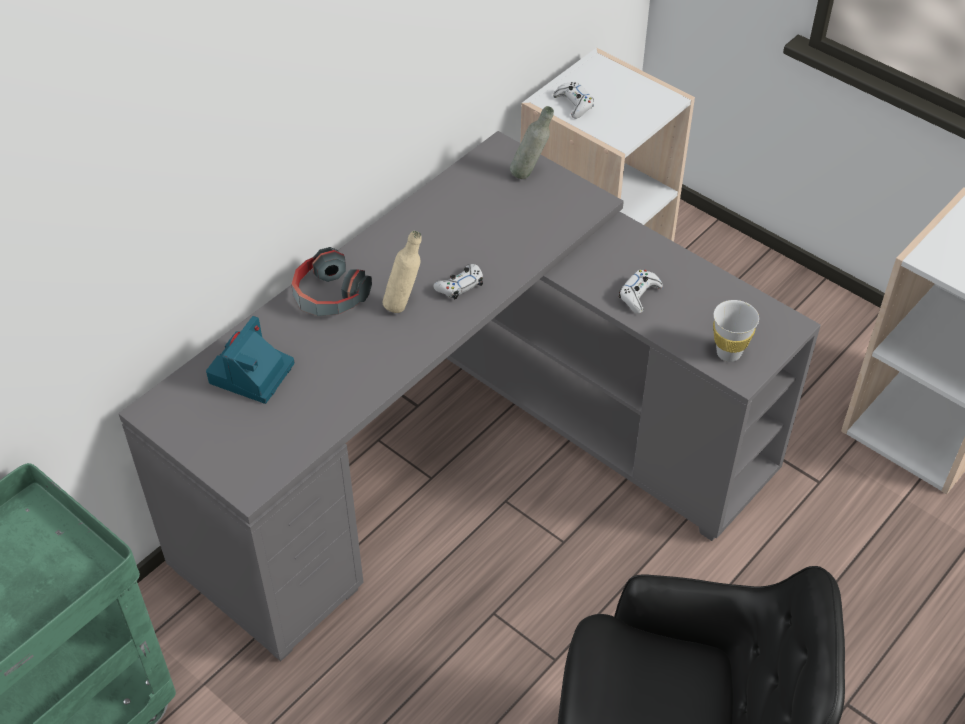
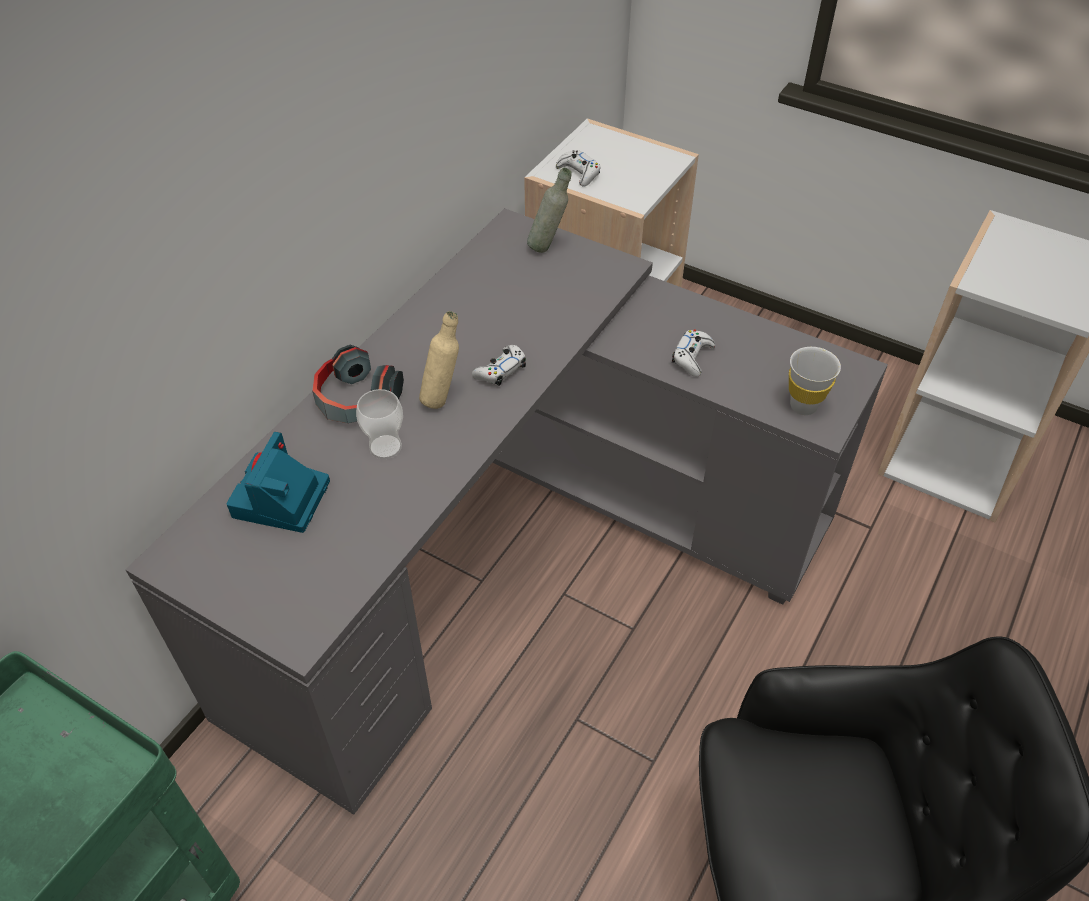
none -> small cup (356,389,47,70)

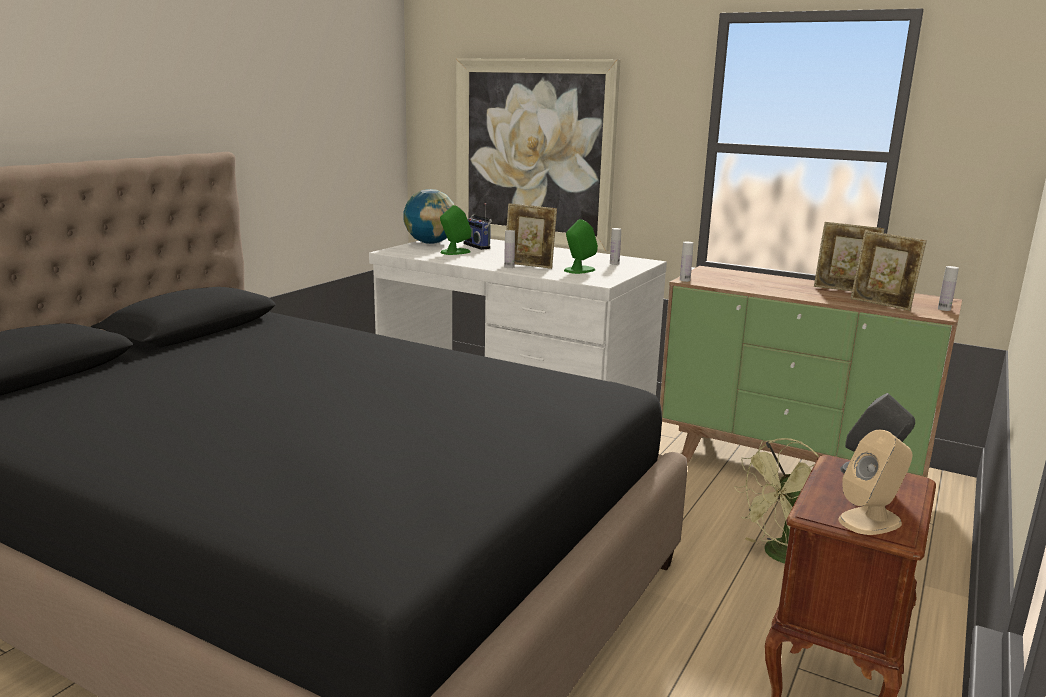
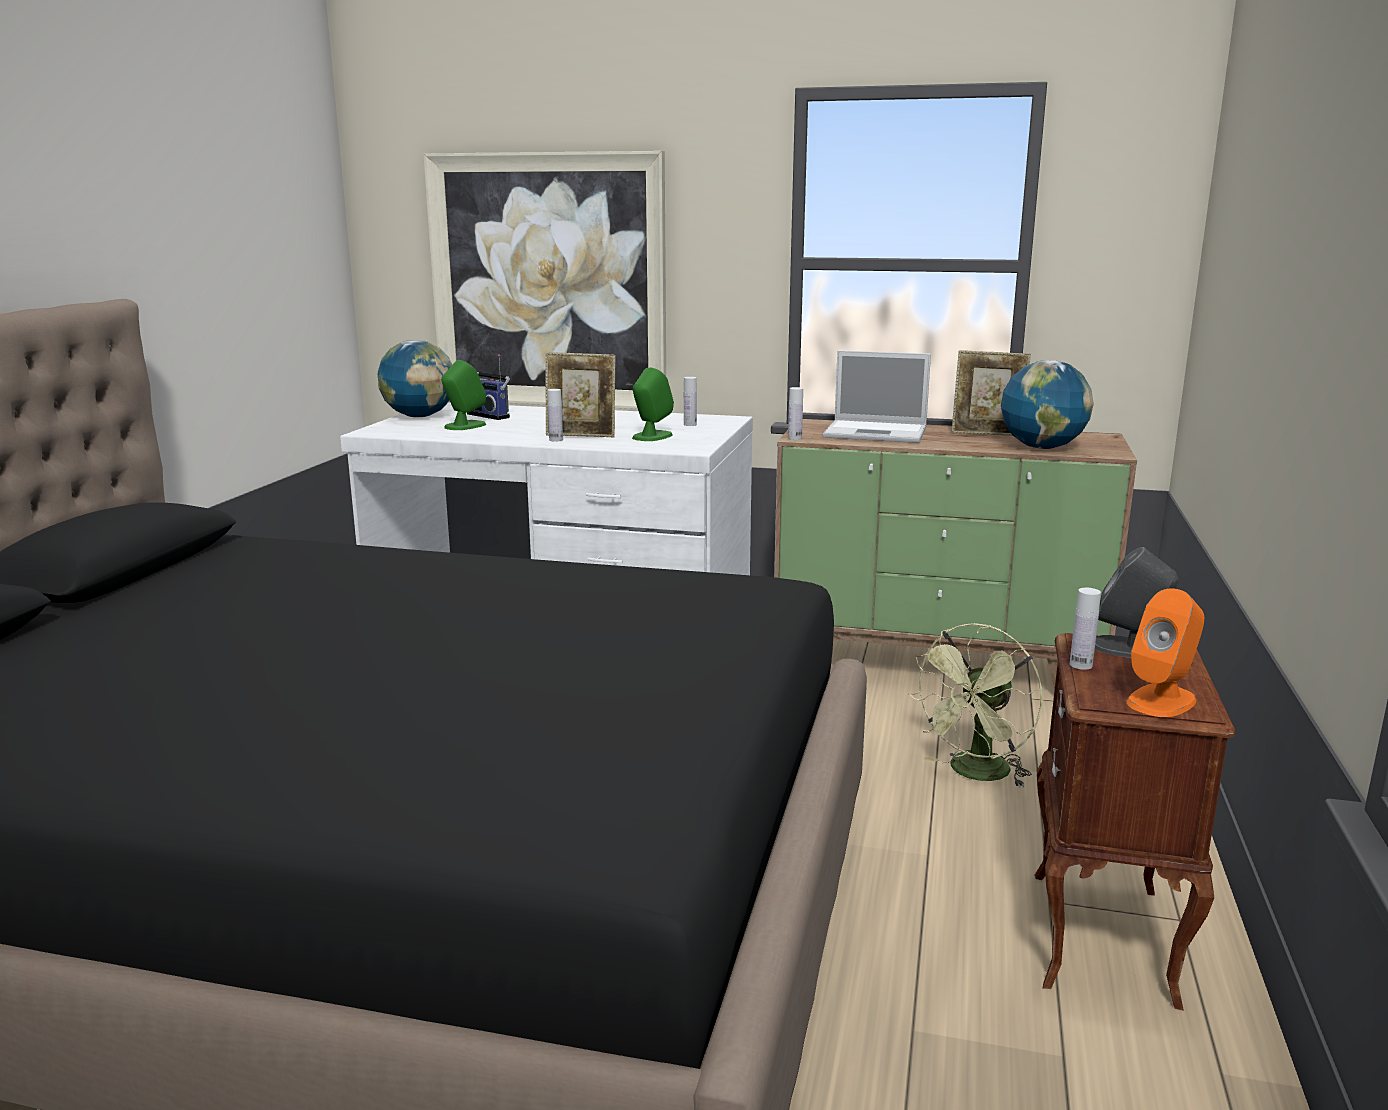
none -> laptop (823,350,108,93)
drink bottle/white (938,266,21,45) -> drink bottle/white (1070,588,31,82), relocated
standing frame (851,231,76,80) -> desk globe (1001,360,93,89)
loudspeaker/sand-coloured (838,430,74,105) -> loudspeaker/orange-coloured (1127,588,77,129)

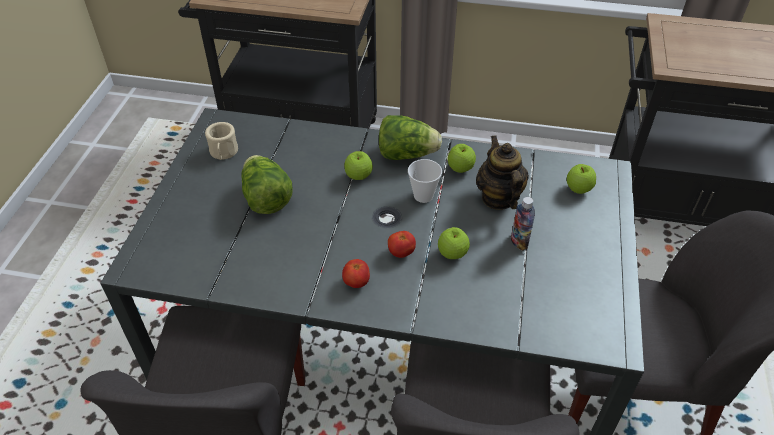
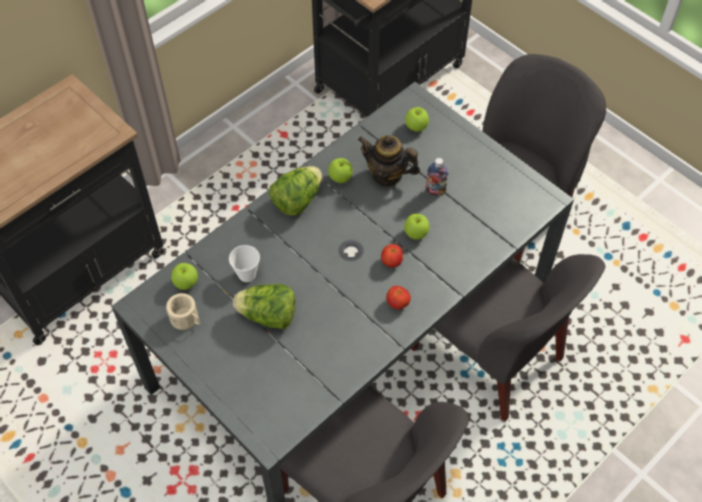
apple fruit (344,151,29,29) -> apple fruit (171,263,27,27), relocated
small cup (408,159,34,44) -> small cup (229,245,31,37), relocated

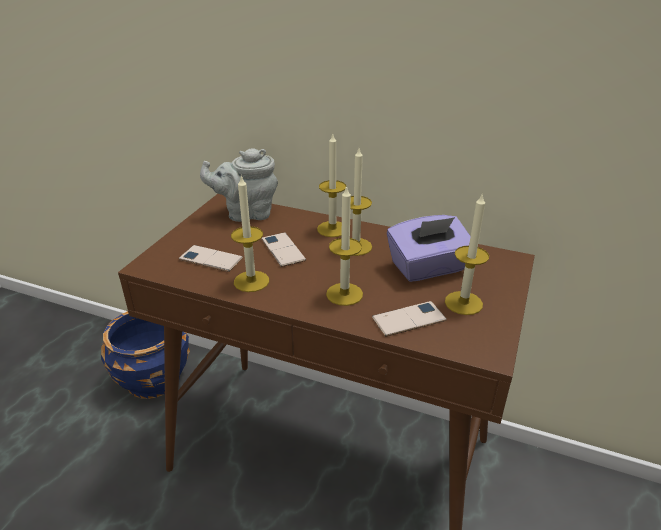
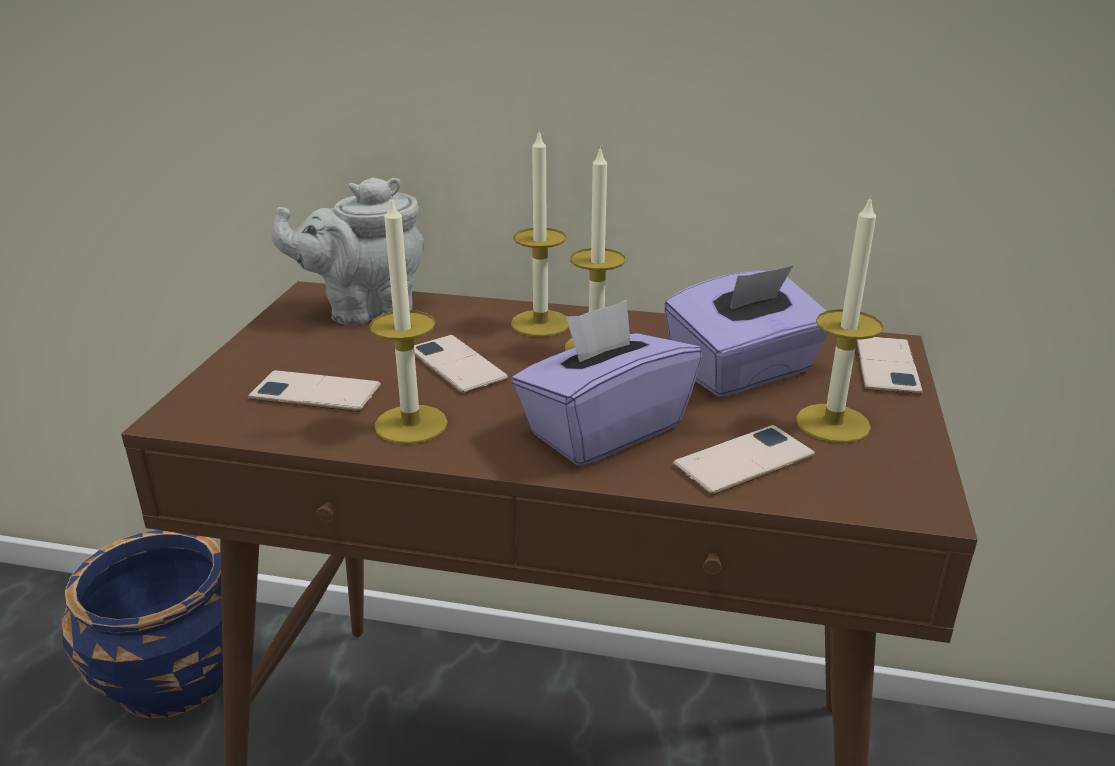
none -> phone (856,337,66,57)
candle (326,185,37,121) -> tissue box/purple-coloured (512,300,190,166)

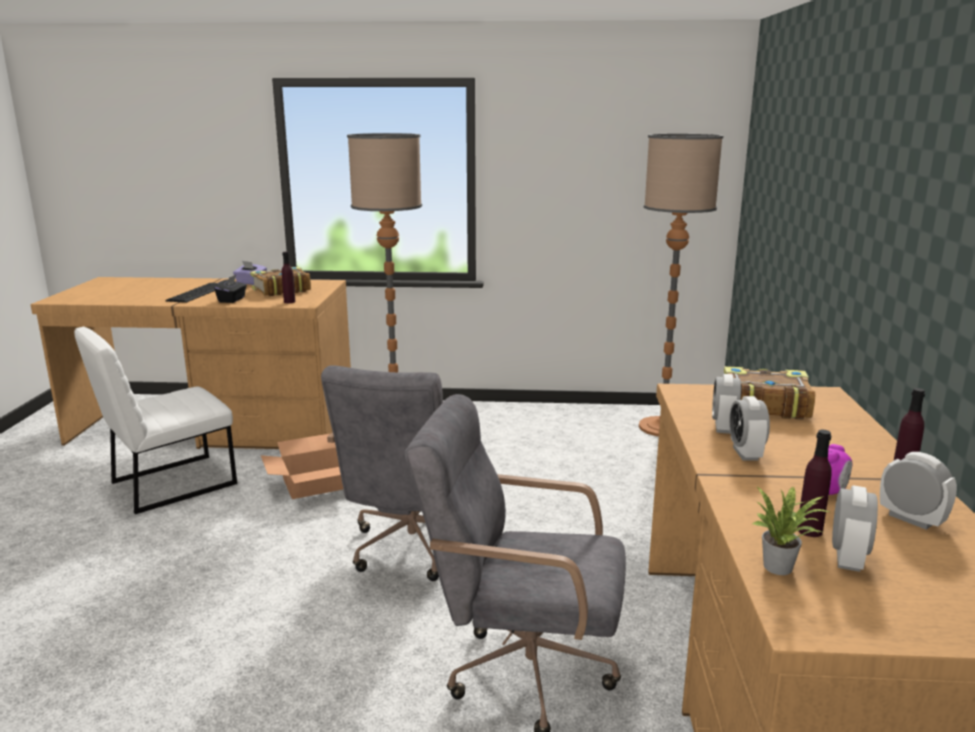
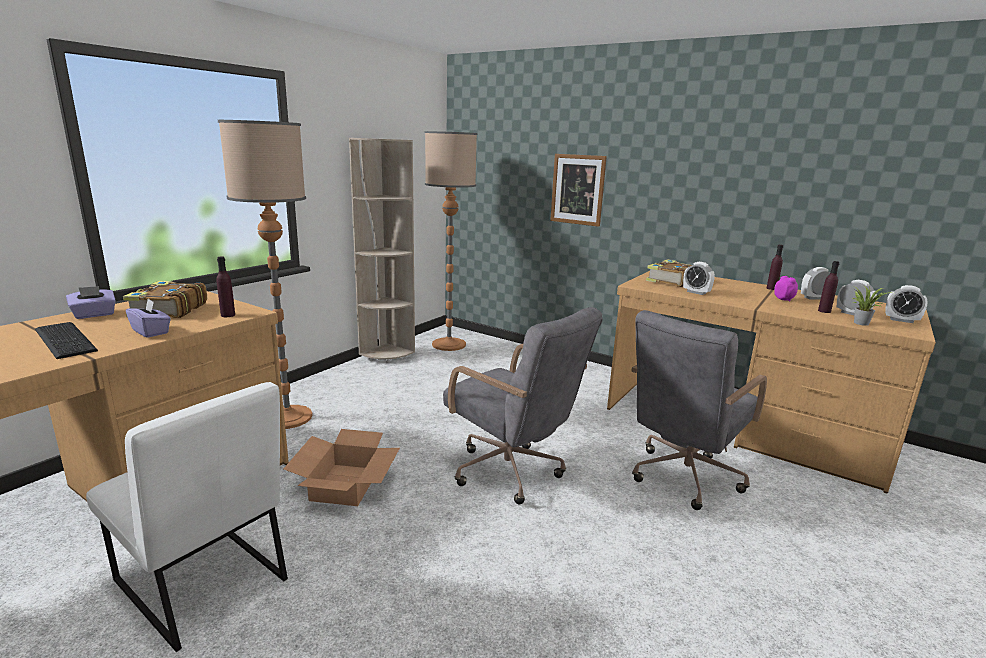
none -> shelving unit/sand-coloured (349,138,66,225)
none -> wall art (550,154,57,73)
table clock (729,396,41,65) -> table clock (885,285,43,38), relocated
tissue box/black-coloured (214,275,33,28) -> tissue box/purple-coloured (126,299,45,39)
upright chair/white (74,327,163,187) -> upright chair/white (86,382,202,270), 45 degrees counterclockwise

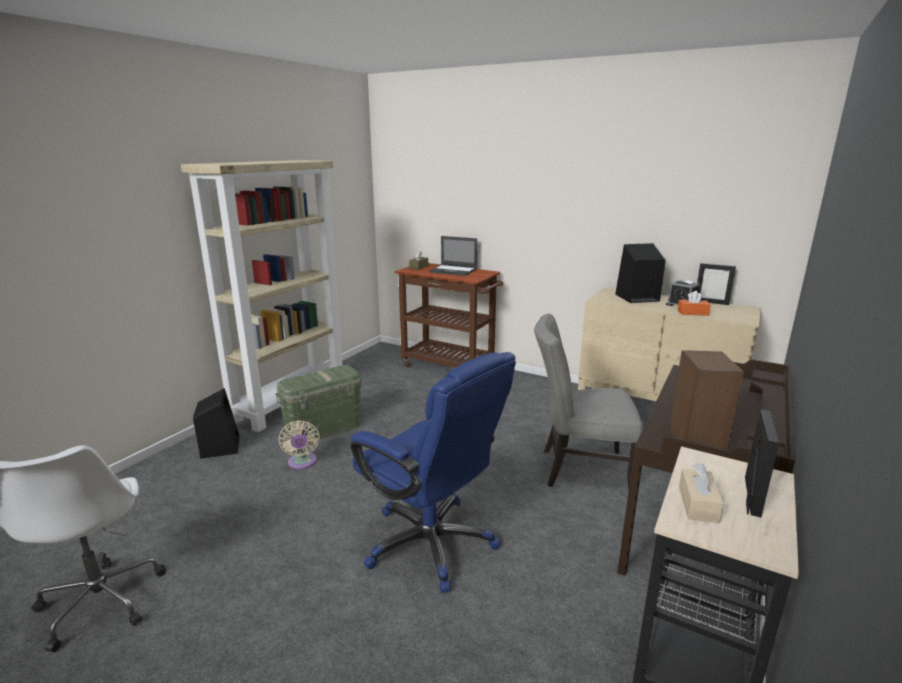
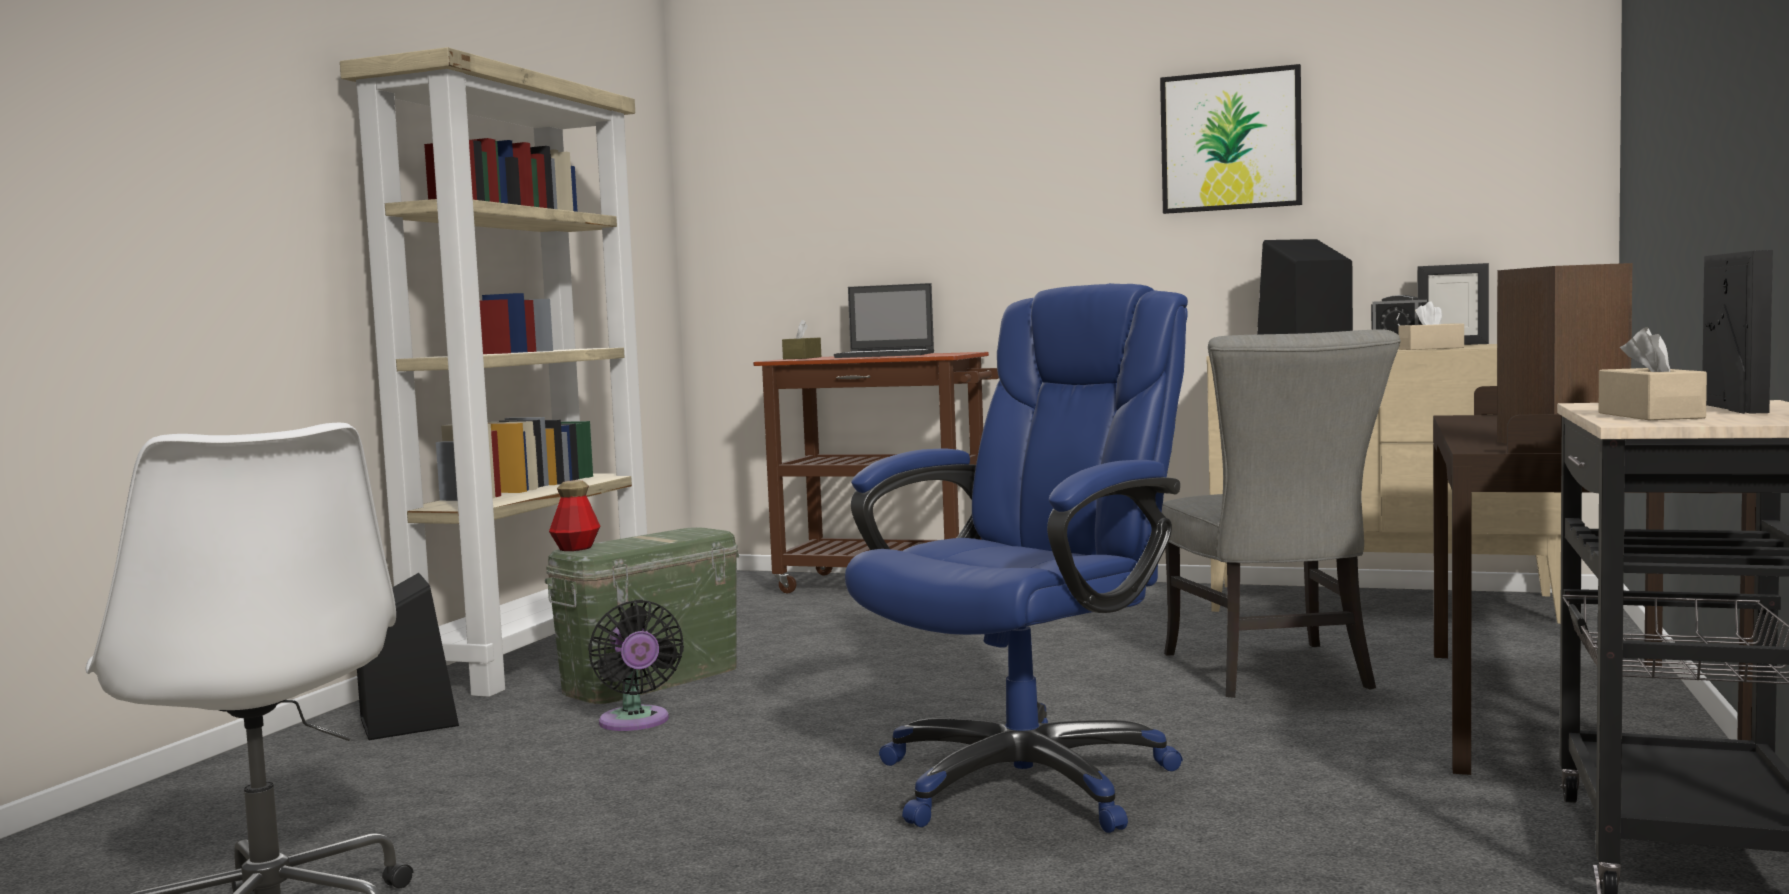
none -> drink bottle (549,480,51,71)
none -> wall art (1160,64,142,150)
cooling fan/sand-coloured (278,420,42,49) -> cooling fan/black-coloured (588,599,96,132)
tissue box/orange-coloured (678,291,33,25) -> tissue box/sand-coloured (1398,301,66,49)
desk chair/bluish (350,352,166,241) -> desk chair/bluish (845,283,343,550), 75 degrees counterclockwise
upright chair/gray (534,314,109,177) -> upright chair/gray (1162,329,239,369), 90 degrees counterclockwise

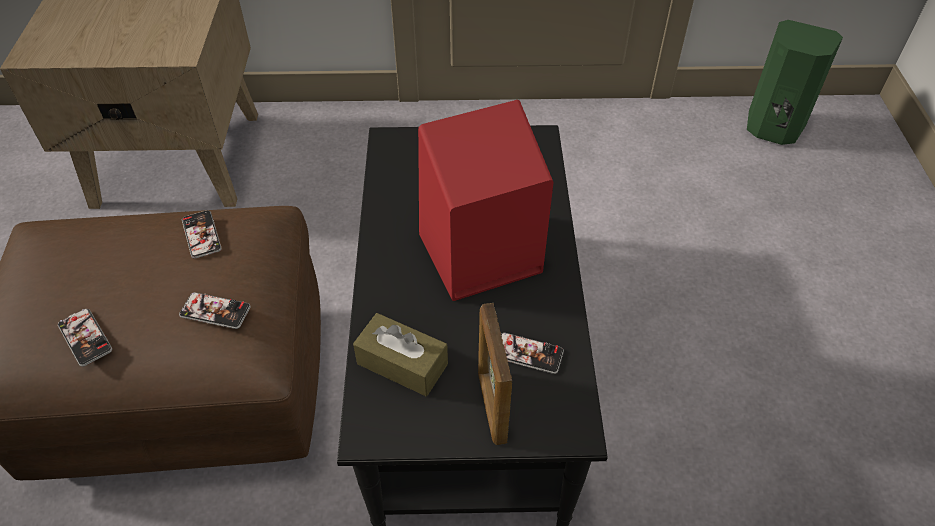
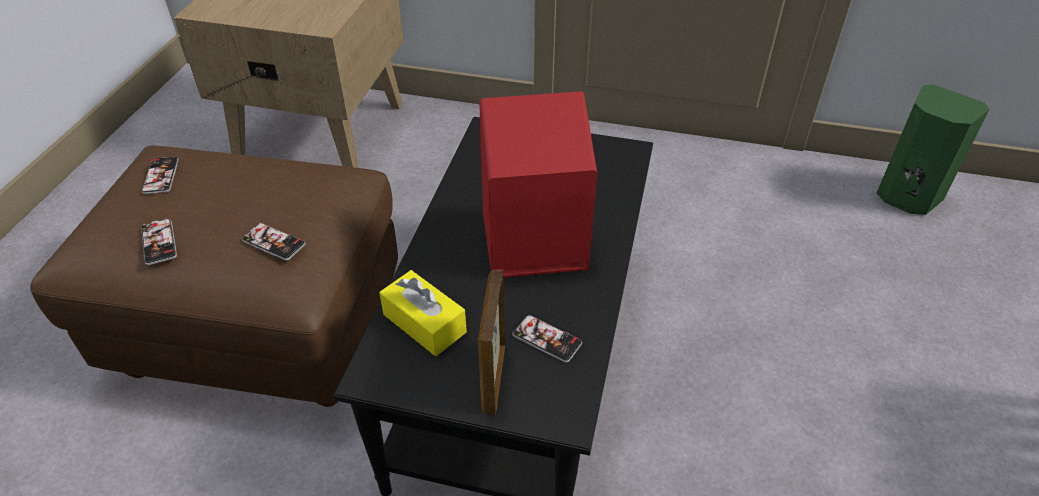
phone (182,210,40,49) -> phone (141,157,38,37), relocated
tissue box/brown (353,313,95,83) -> tissue box/yellow (379,270,88,86)

